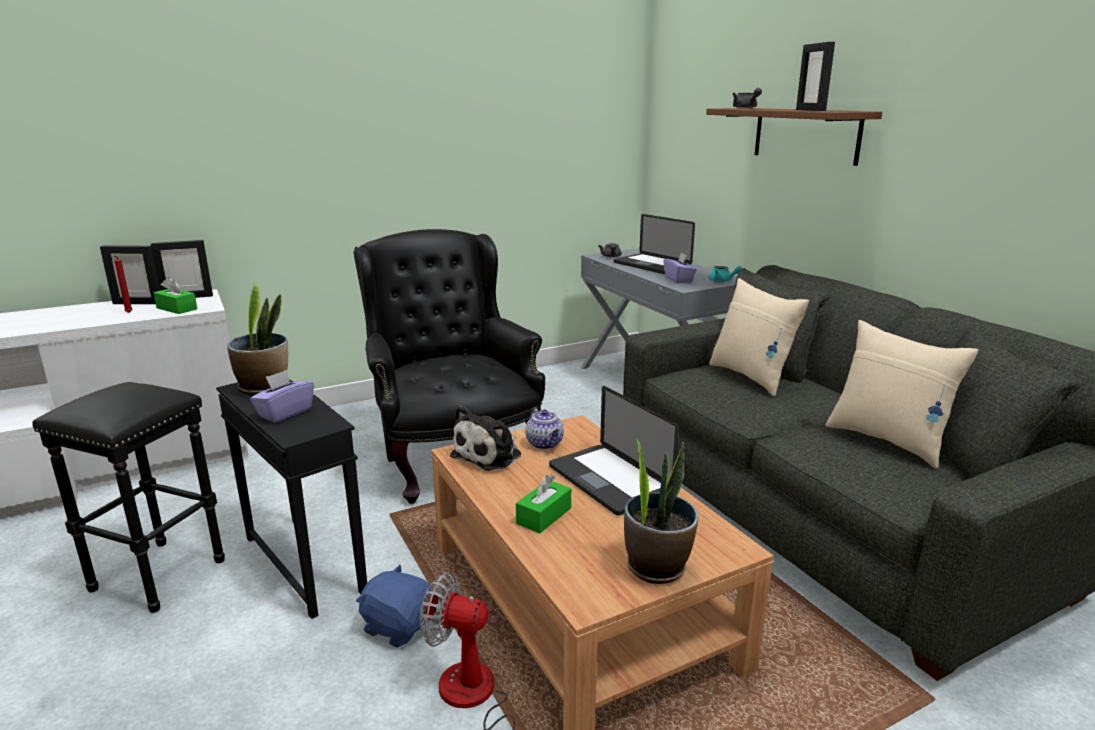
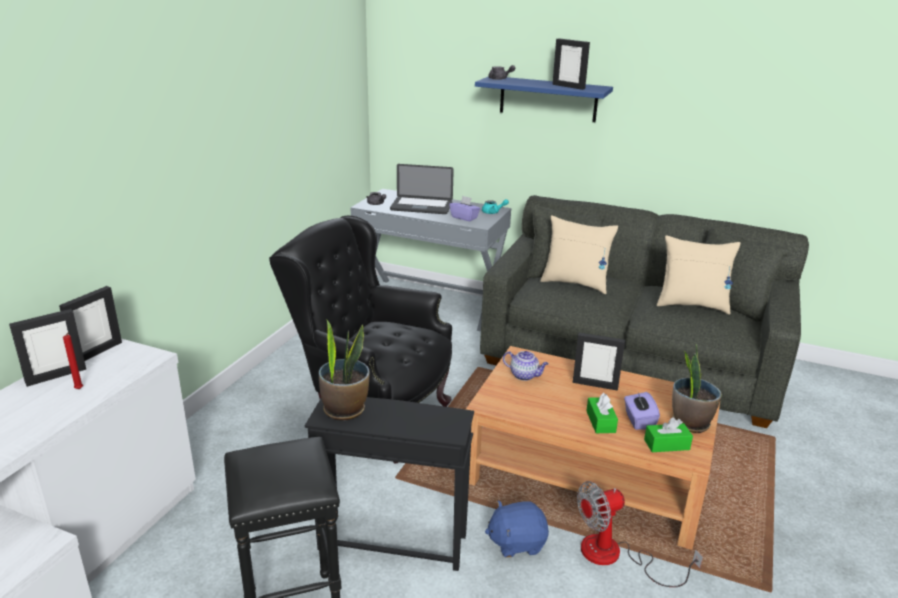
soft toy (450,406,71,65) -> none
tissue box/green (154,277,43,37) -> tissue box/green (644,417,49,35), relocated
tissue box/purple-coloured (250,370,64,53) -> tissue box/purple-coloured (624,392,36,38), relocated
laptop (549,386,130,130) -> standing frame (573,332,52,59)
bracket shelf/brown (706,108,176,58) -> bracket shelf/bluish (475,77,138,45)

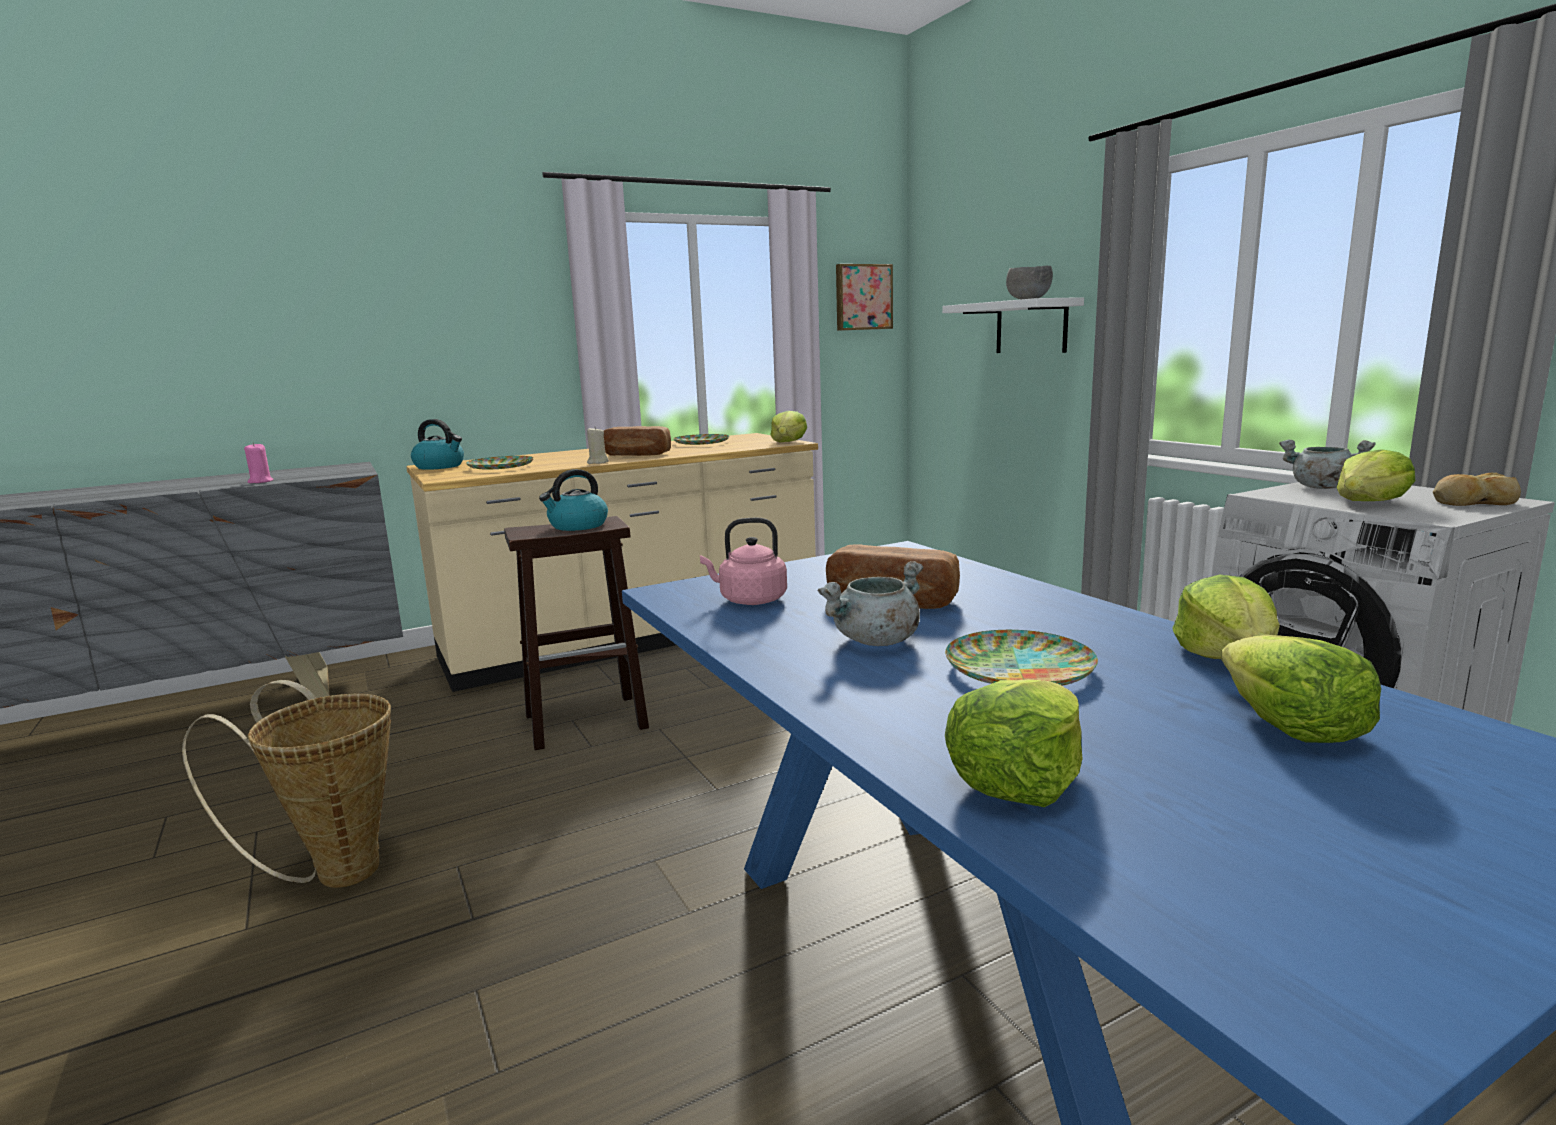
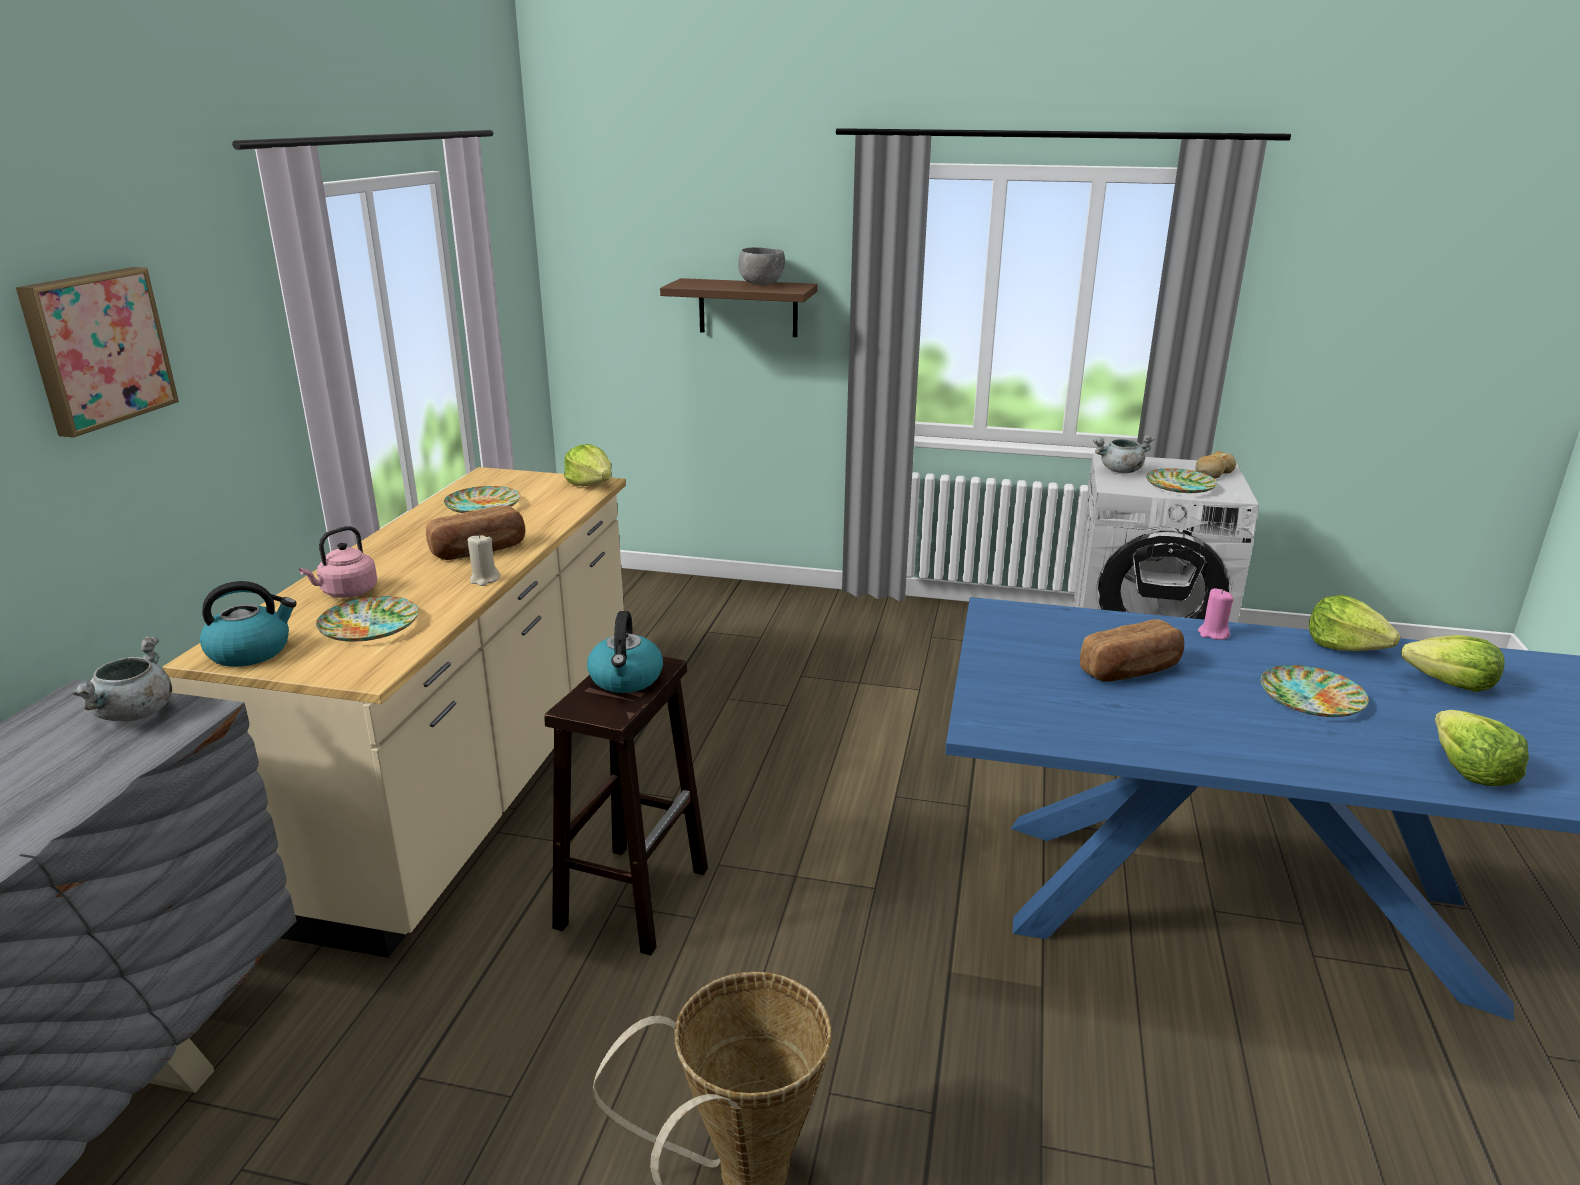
candle/pink (244,443,29,40) -> candle/pink (1198,588,35,52), relocated
kettle/pink (700,518,87,87) -> kettle/pink (299,526,78,72), relocated
stockpot/gray (818,561,105,85) -> stockpot/gray (71,636,101,86), relocated
wall art (836,264,57,67) -> wall art (16,267,163,171), relocated
lettuce (1337,449,78,52) -> plate (1146,468,71,25)
bracket shelf/white (942,297,142,56) -> bracket shelf/brown (660,278,158,59)

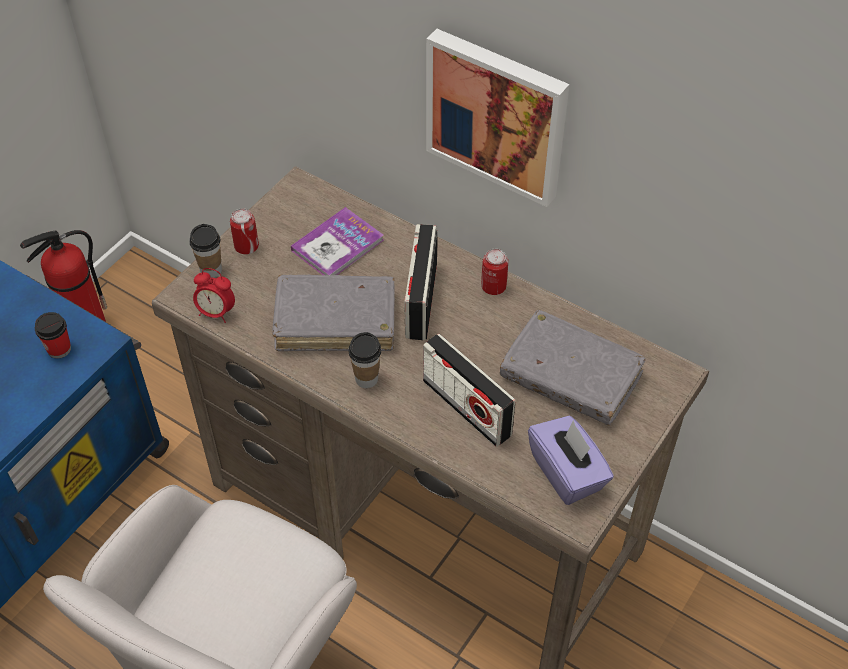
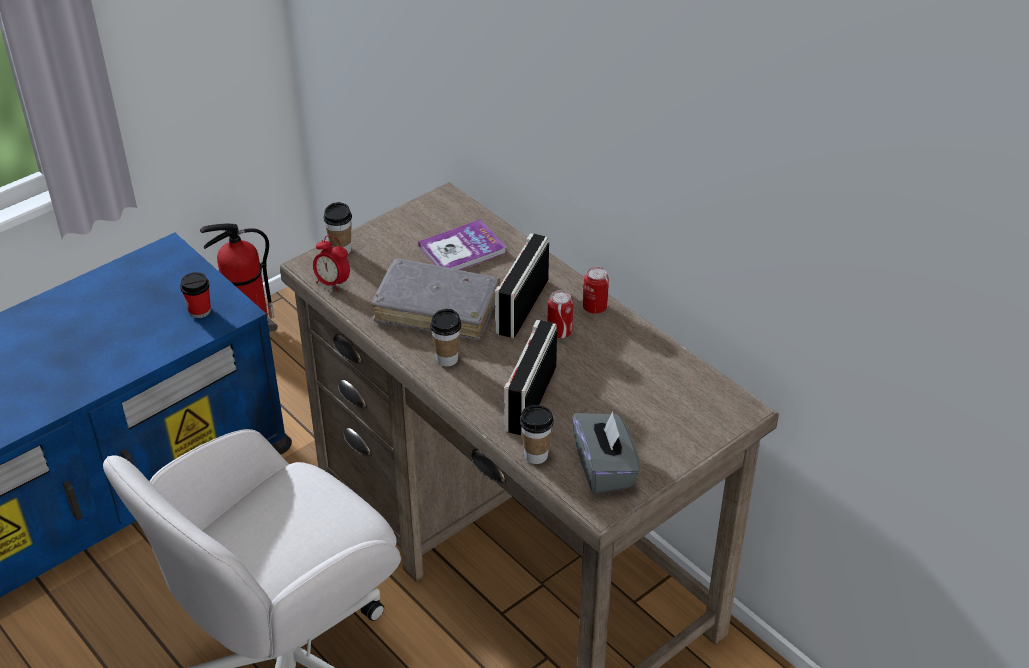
wall art (426,29,144,178) -> none
book/gray (500,310,145,116) -> none
none -> small cup (520,405,34,59)
sealed can (230,208,29,46) -> sealed can (548,290,25,48), relocated
tissue box/purple-coloured (528,416,86,89) -> tissue box/gray (572,411,69,83)
radio set (423,334,92,113) -> radio set (504,320,53,115), 45 degrees clockwise

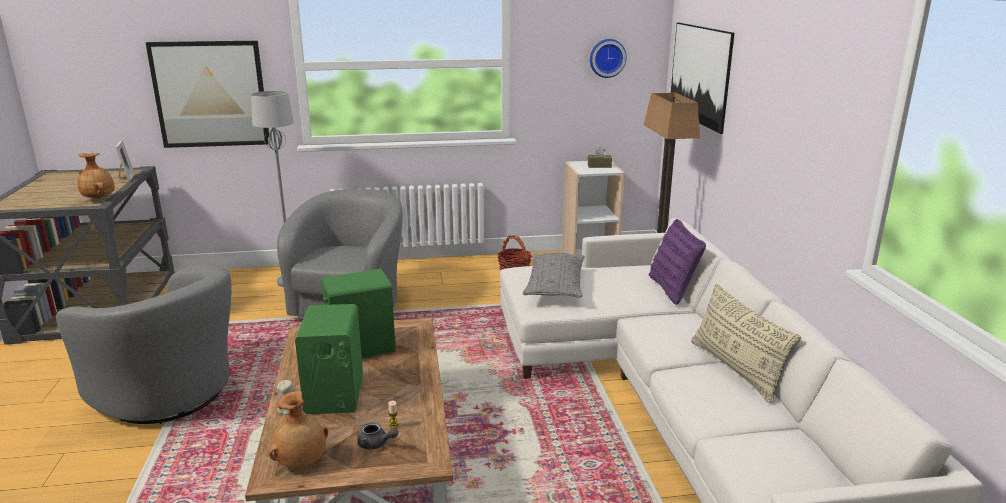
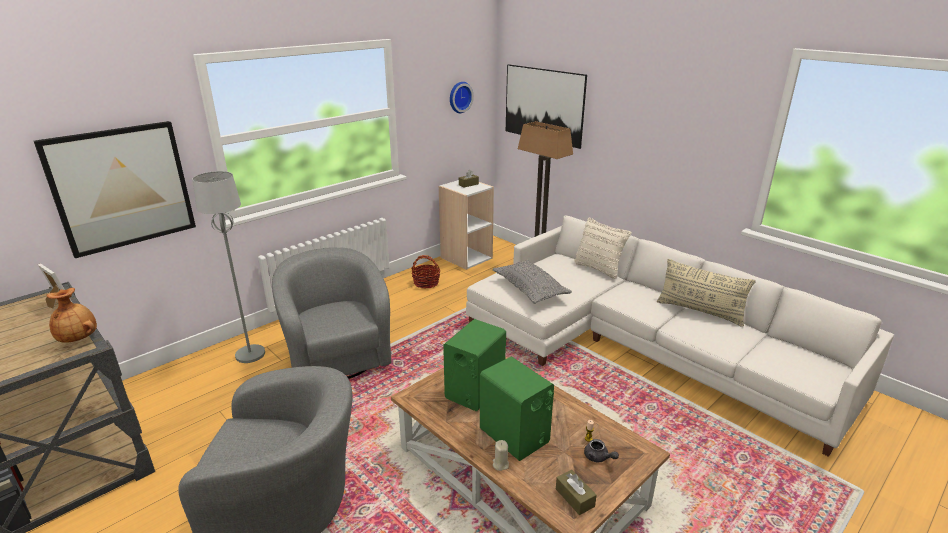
decorative vase/brown (268,391,60,77) -> tissue box/brown (556,470,41,45)
throw pillow/purple-coloured (649,219,57,86) -> throw pillow/sand-coloured (574,217,58,62)
tea pot/gray (357,422,41,27) -> tea pot/gray (584,439,35,23), 60 degrees clockwise

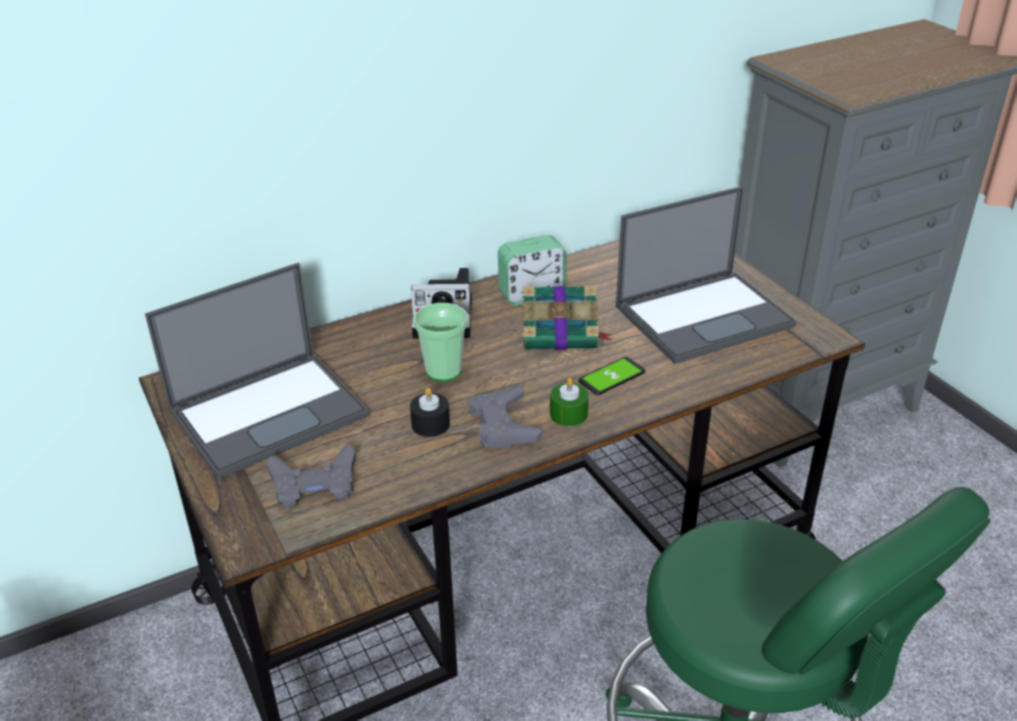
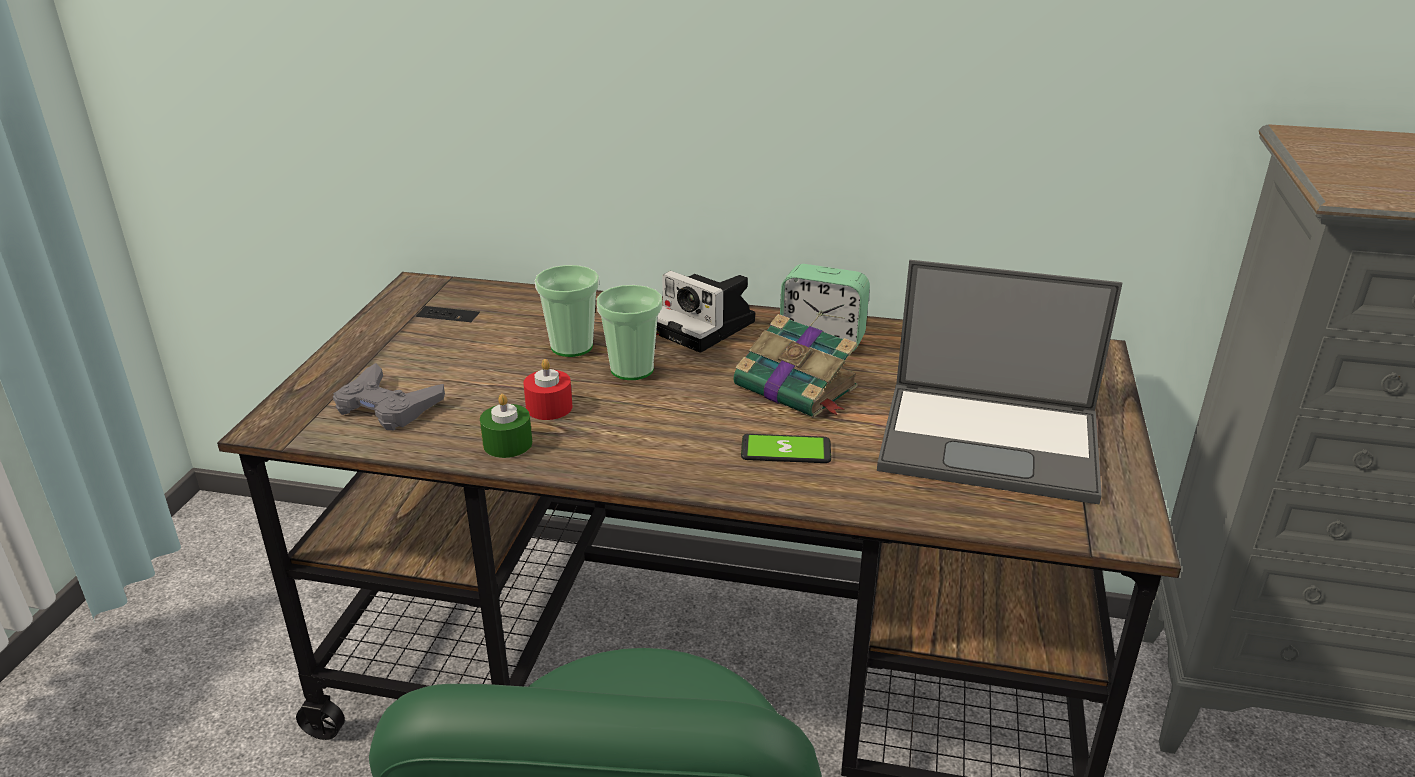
laptop (145,263,224,216) -> none
joypad/gray (469,385,74,64) -> none
none -> small cup (535,265,64,92)
candle/green (550,378,39,48) -> candle/green (480,394,52,64), relocated
candle/black-coloured (410,388,40,49) -> candle/red-coloured (524,359,48,61)

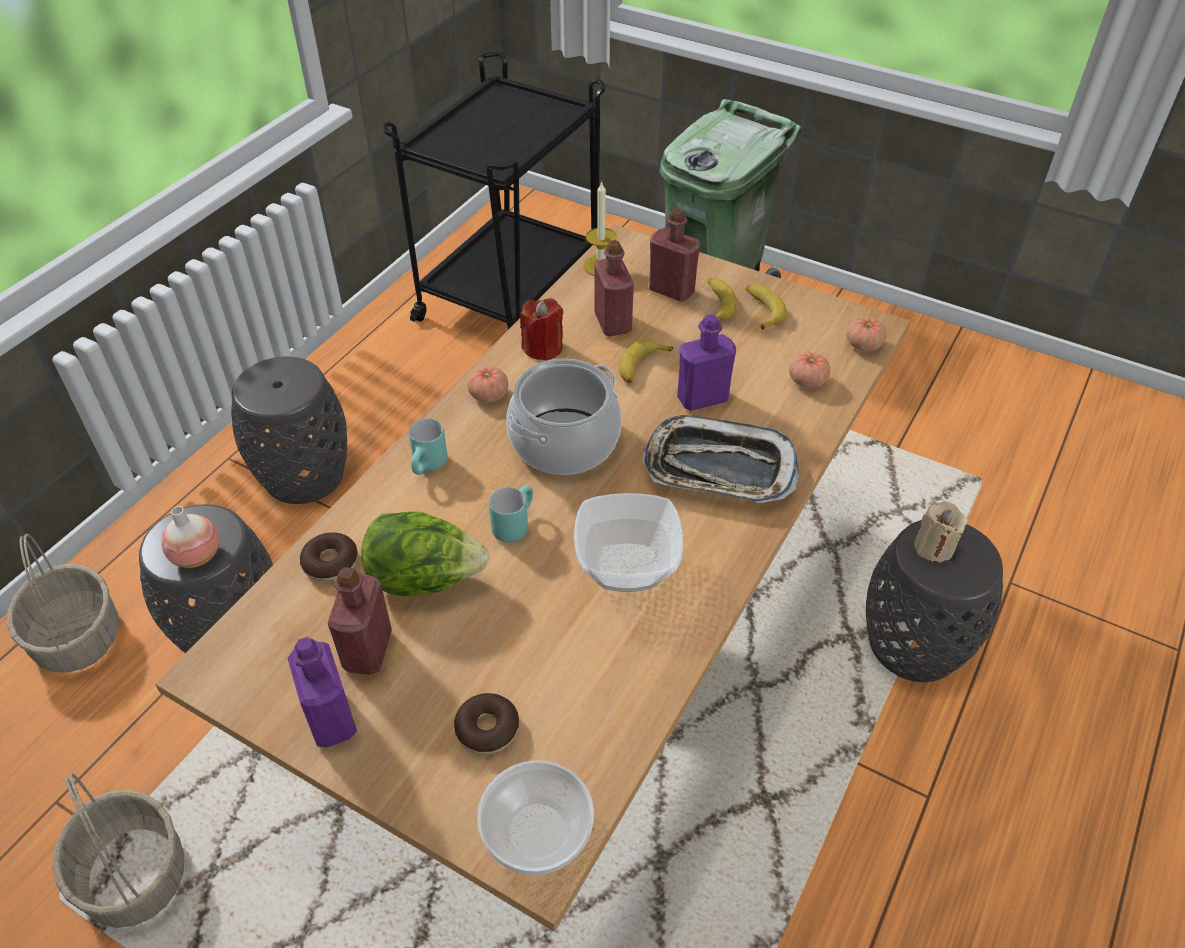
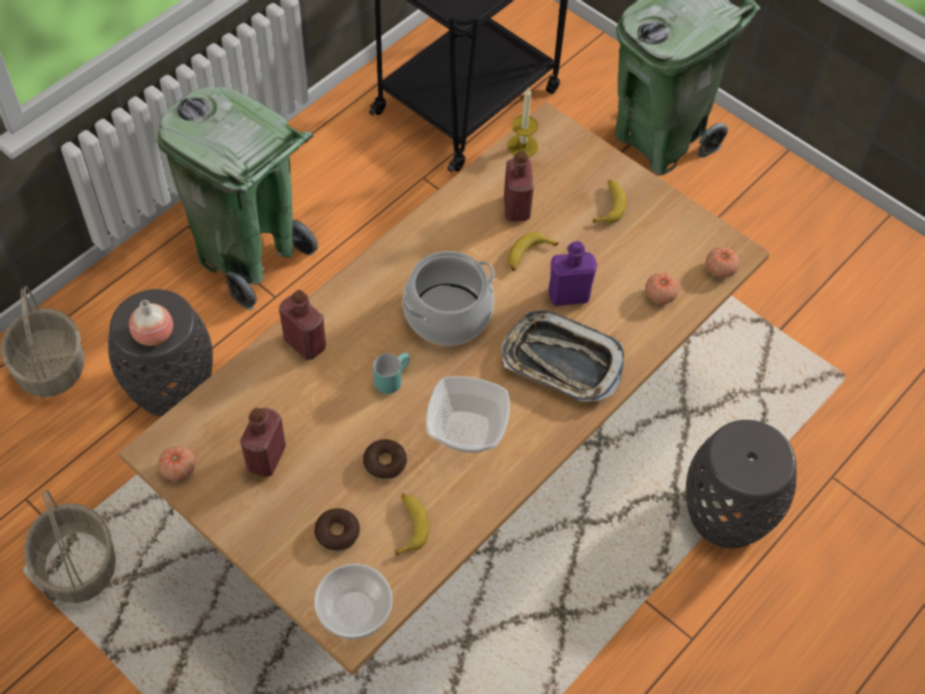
drink bottle/purple-coloured (287,637,70,110) -> none
lettuce (361,512,128,84) -> none
tea mug/turquoise (409,418,39,57) -> none
candle/red-coloured (520,298,43,63) -> none
candle/sand-coloured (914,501,54,61) -> none
ring doughnut (300,532,58,49) -> ring doughnut (363,439,44,41), relocated
whole tomato (467,366,41,36) -> whole tomato (158,446,38,35), relocated
drink bottle/red-coloured (649,208,51,94) -> drink bottle/red-coloured (279,290,47,70), relocated
banana (746,284,41,46) -> banana (396,493,33,63), relocated
sitting stool/gray (231,356,116,148) -> trash can/green (157,87,161,223)

